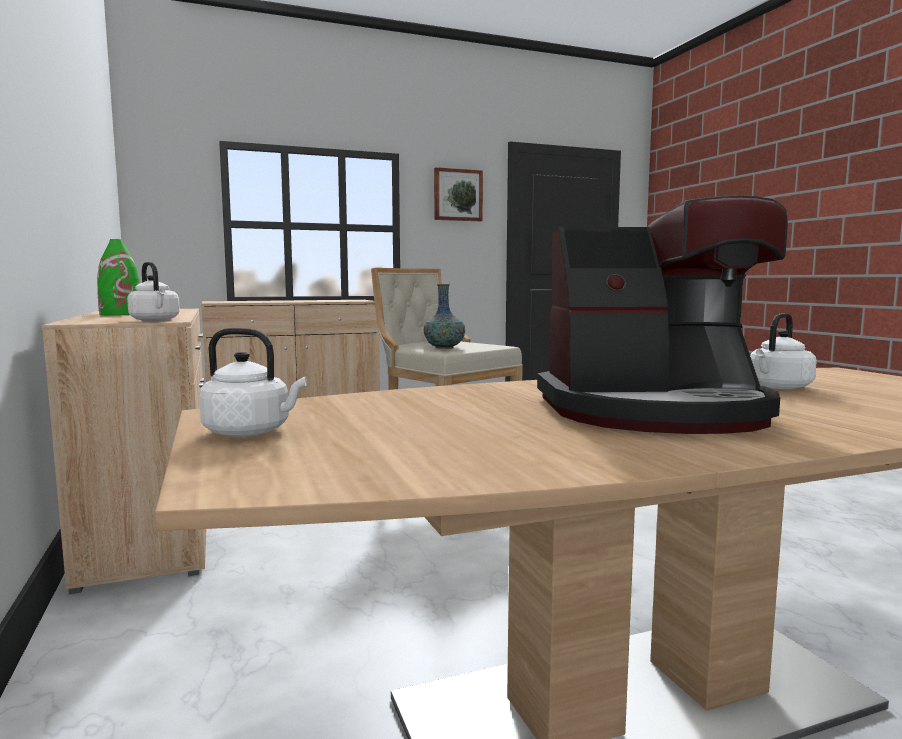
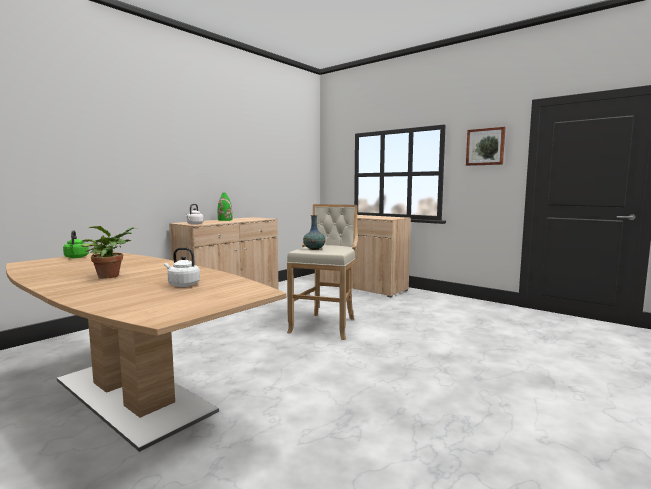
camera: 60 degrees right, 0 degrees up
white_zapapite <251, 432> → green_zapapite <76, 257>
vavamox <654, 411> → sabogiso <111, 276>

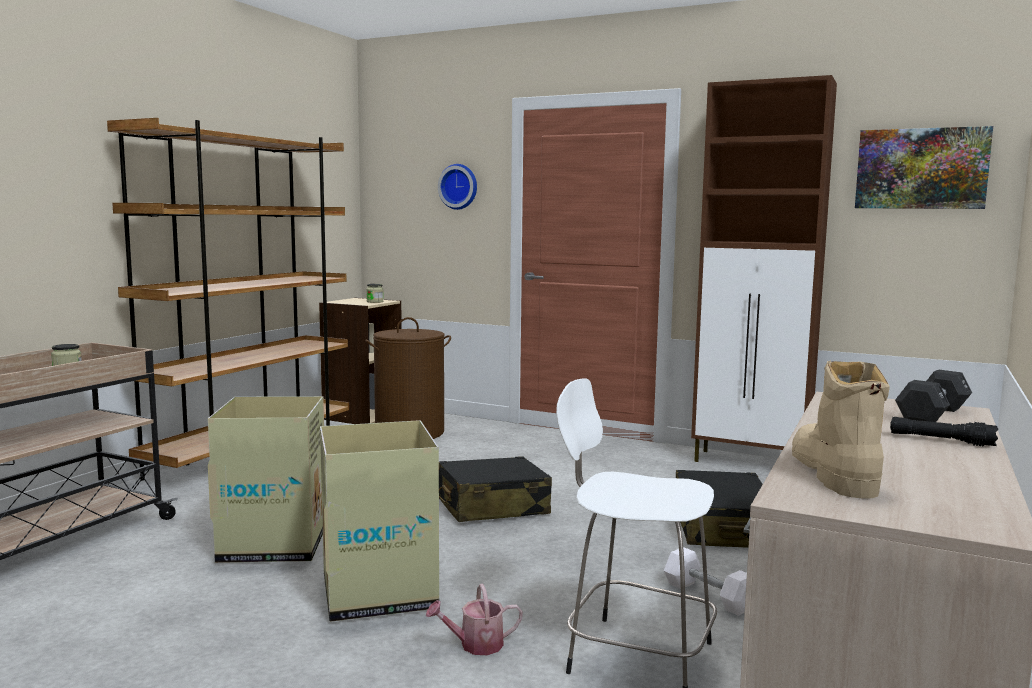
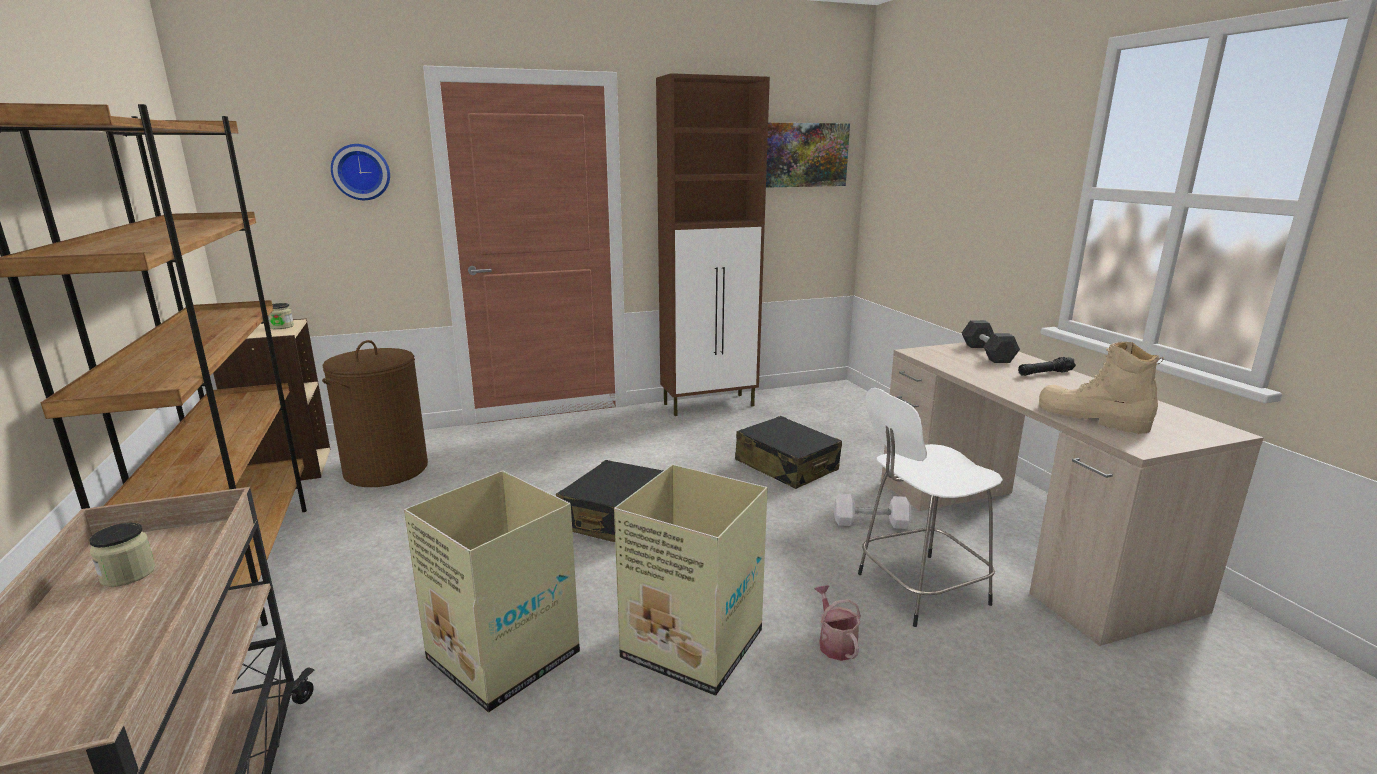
camera: 45 degrees left, 10 degrees up
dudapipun <475, 645> → dudapipun <835, 643>, 135 degrees clockwise

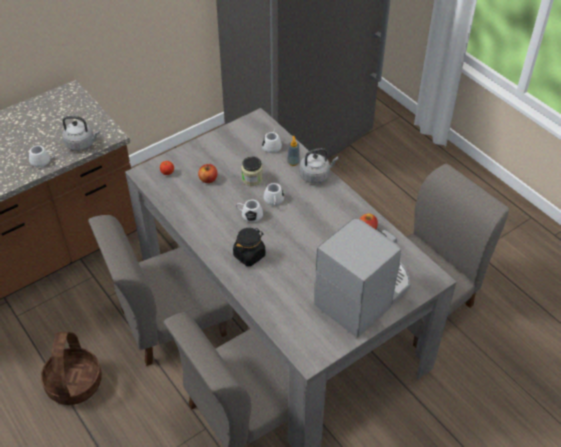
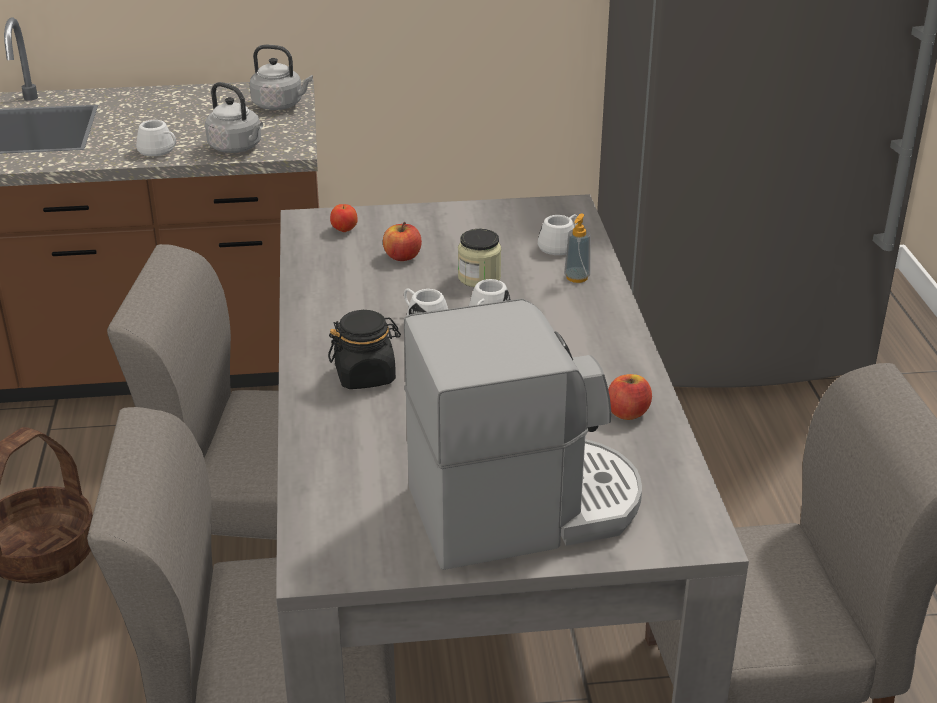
camera: 30 degrees right, 15 degrees down
grey_zapapite <316, 175> → grey_zapapite <280, 105>, relocated

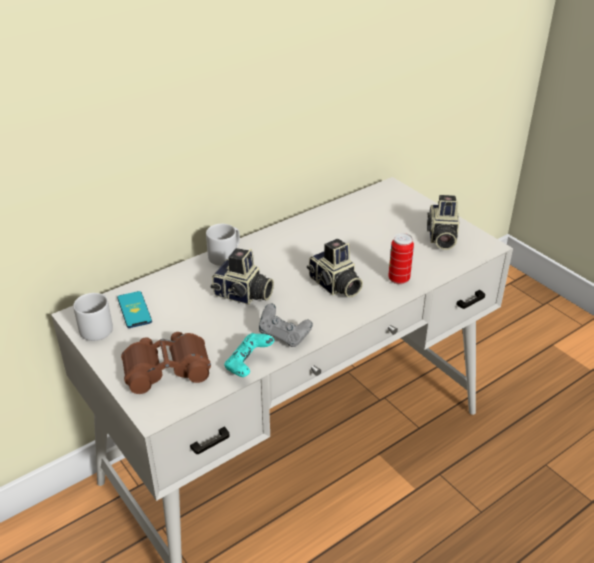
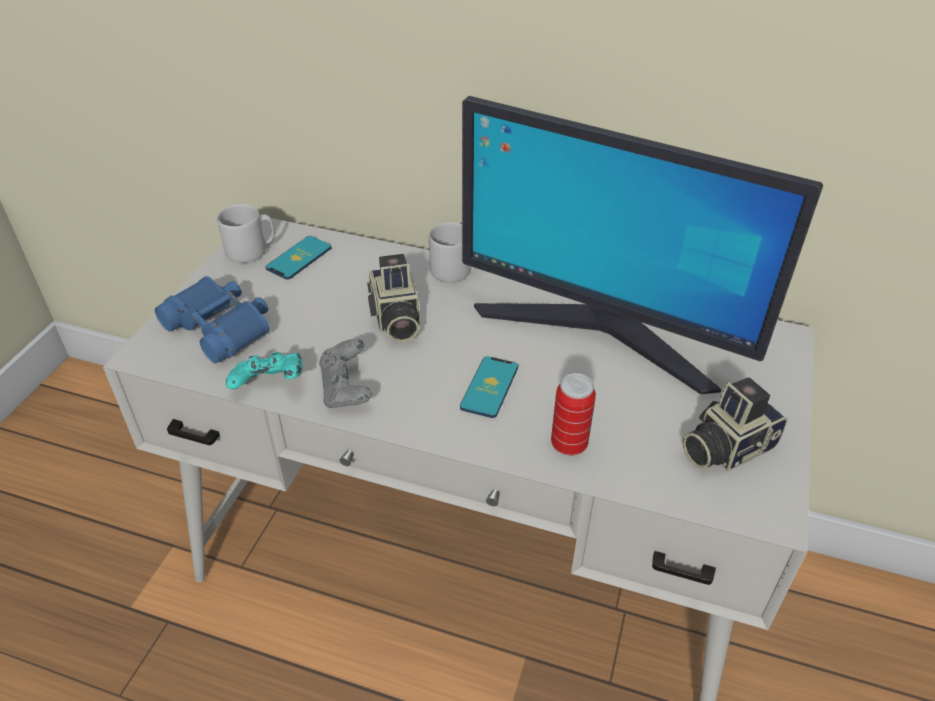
camera: 55 degrees right, 5 degrees up
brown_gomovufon <166, 368> → blue_gomovufon <220, 327>
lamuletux <334, 285> → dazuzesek <489, 387>
- → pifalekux <602, 332>

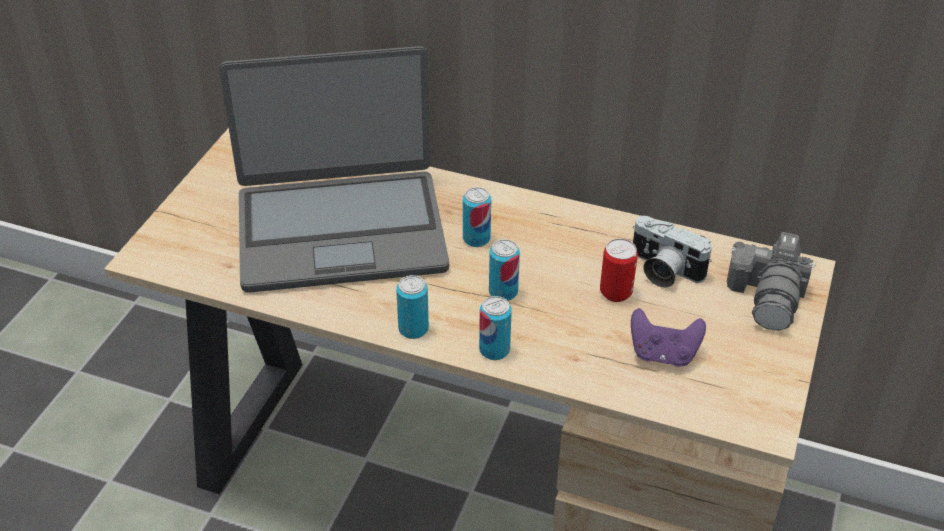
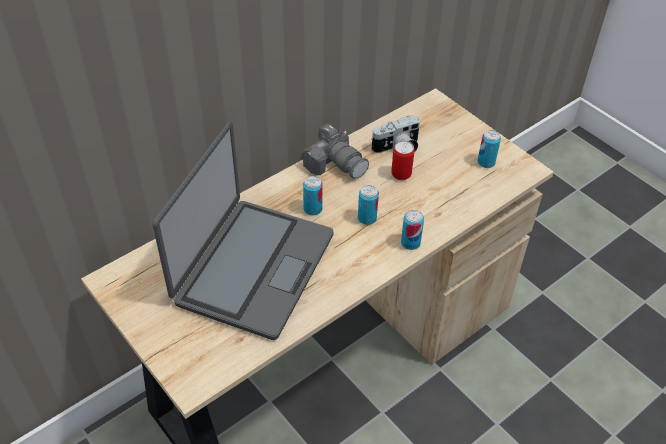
camera: 60 degrees left, 5 degrees up
lamuletux <768, 296> → lamuletux <335, 164>, relocated
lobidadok <413, 329> → lobidadok <486, 162>, relocated
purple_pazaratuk <663, 354> → -

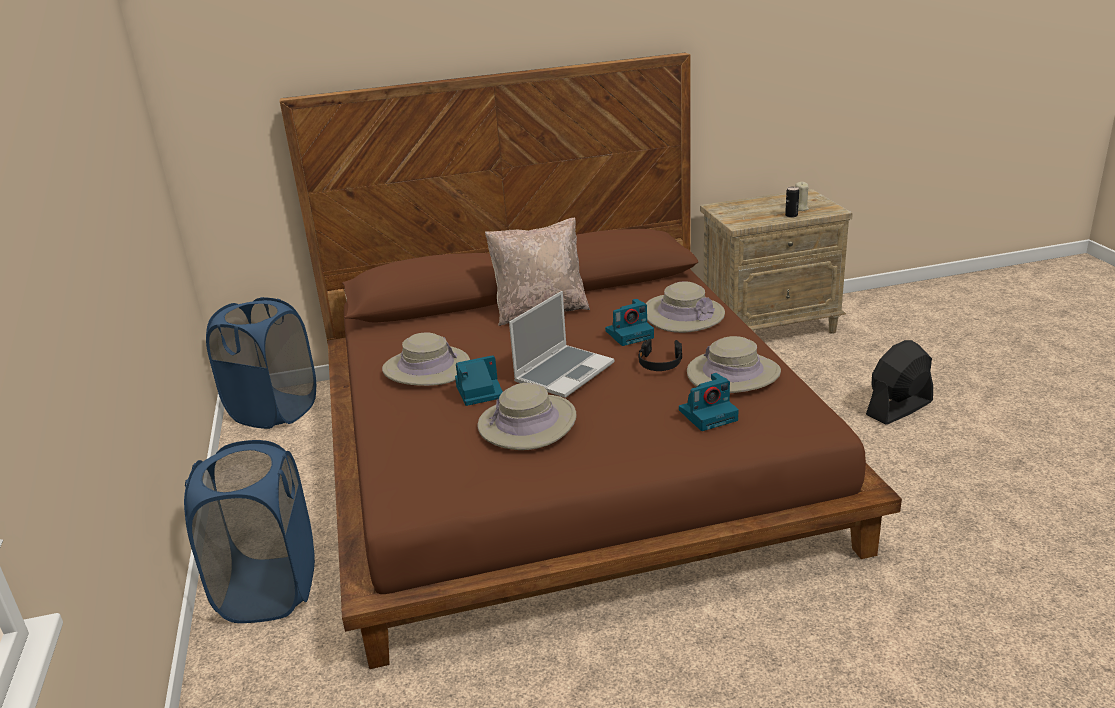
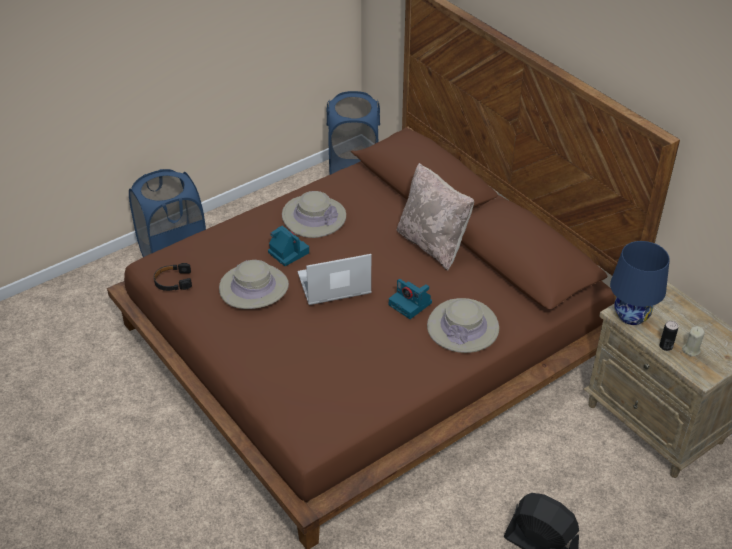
camera: 65 degrees right, 15 degrees up
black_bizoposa <660, 362> → black_bizoposa <173, 281>, relocated
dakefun <564, 372> → dakefun <333, 285>, 150 degrees clockwise
- → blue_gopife <631, 315>
lamuletux <709, 414> → -
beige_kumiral <733, 374> → -

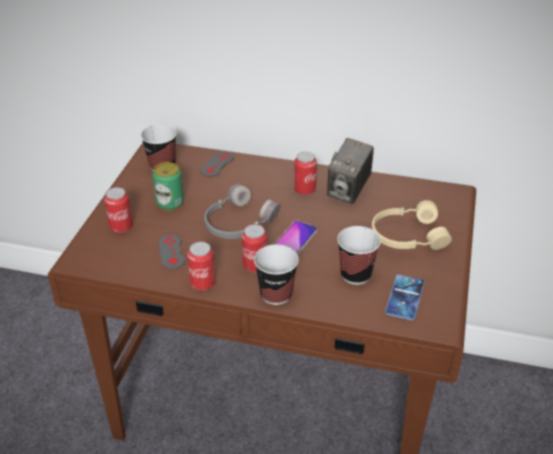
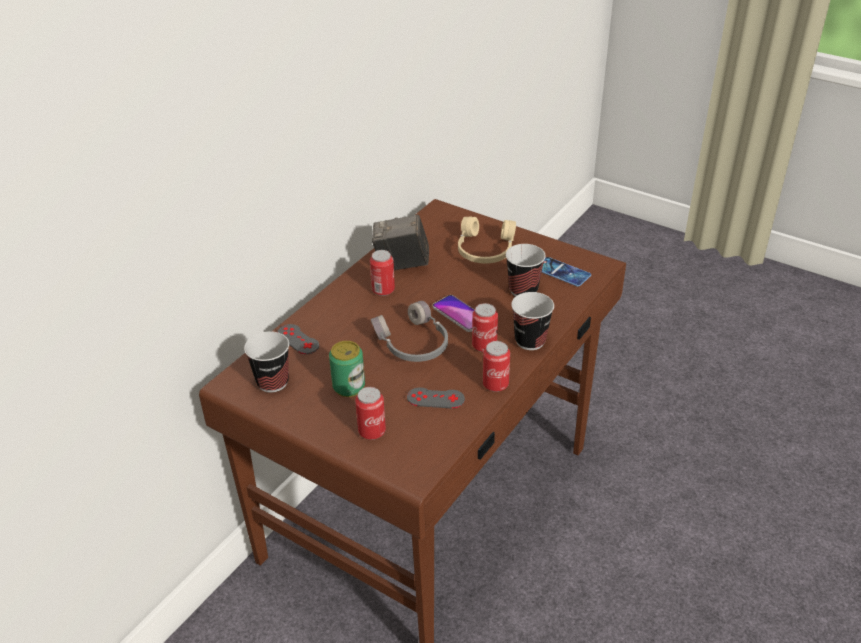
camera: 70 degrees left, 0 degrees up
lamuletux <348, 191> → lamuletux <401, 264>, 135 degrees clockwise

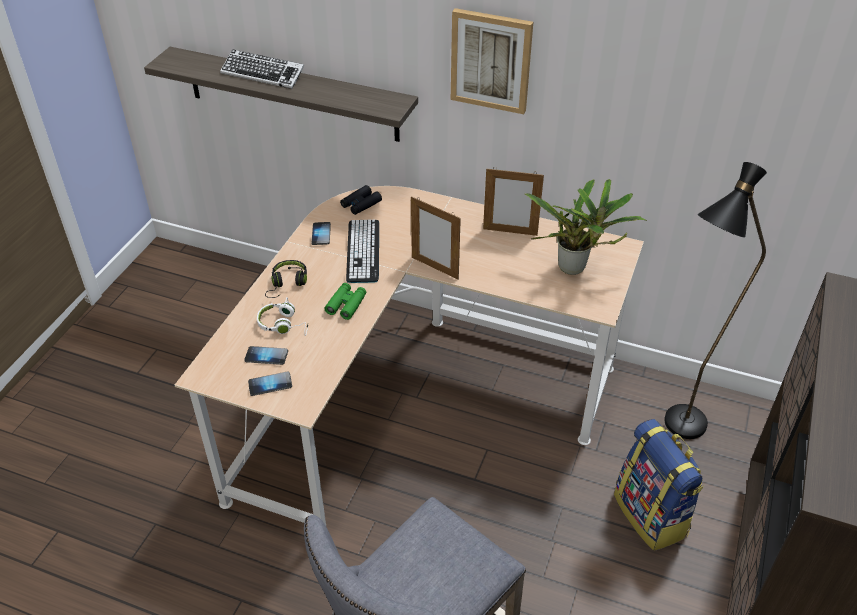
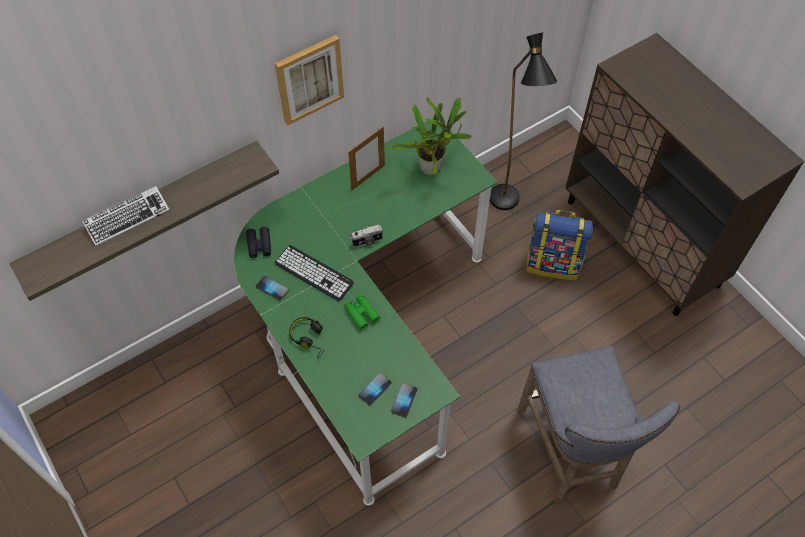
camera: 55 degrees left, 15 degrees up
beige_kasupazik <410, 398> → green_kasupazik <365, 332>
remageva <435, 268> → lamuletux <367, 241>
white_bizoposa <284, 325> → -

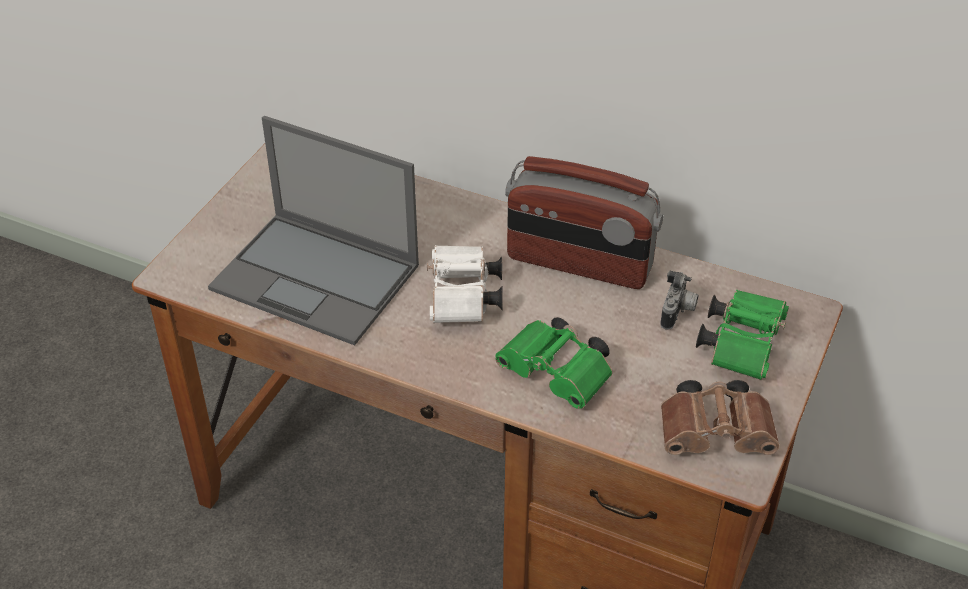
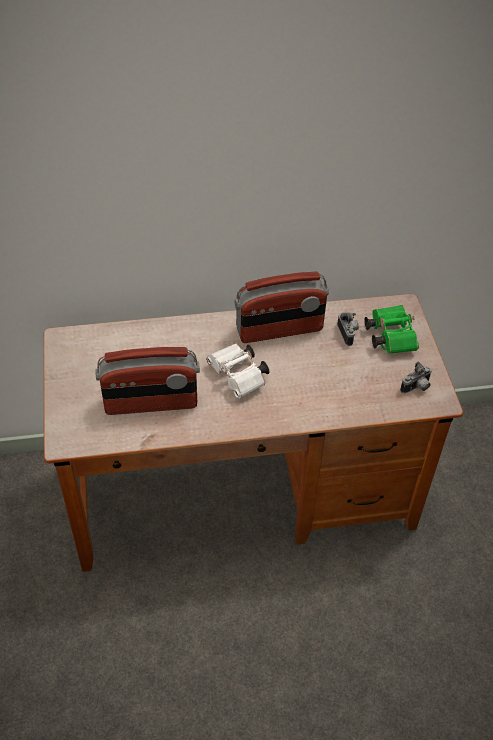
camera: 35 degrees left, 5 degrees up
dakefun <318, 278> → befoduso <151, 403>
brown_gomovufon <718, 435> → lamuletux <416, 388>
green_gomovufon <559, 376> → -

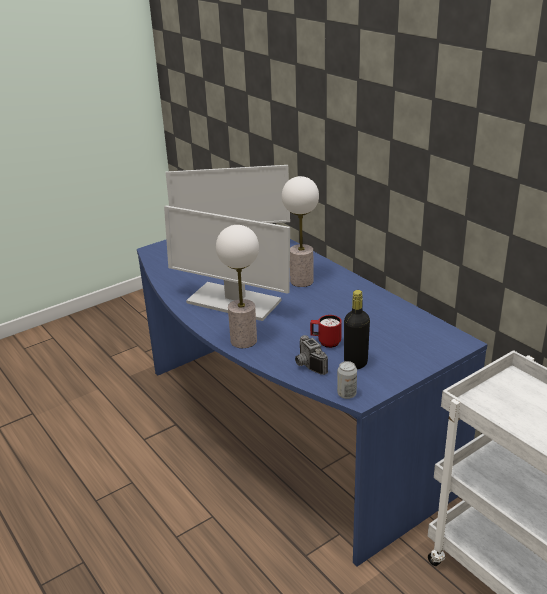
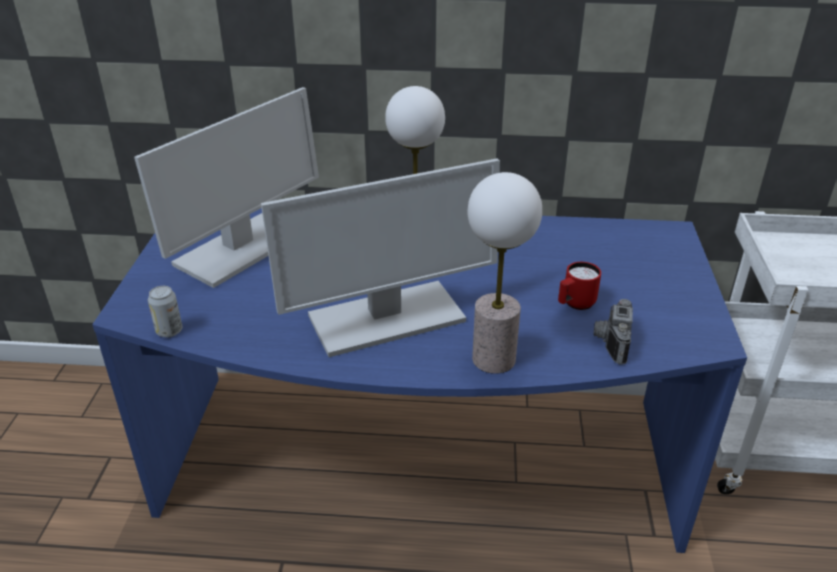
camera: 50 degrees left, 5 degrees up
lobidadok <346, 394> → lobidadok <169, 331>, relocated
lamuletux <307, 365> → lamuletux <609, 342>, 90 degrees clockwise
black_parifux <355, 363> → -

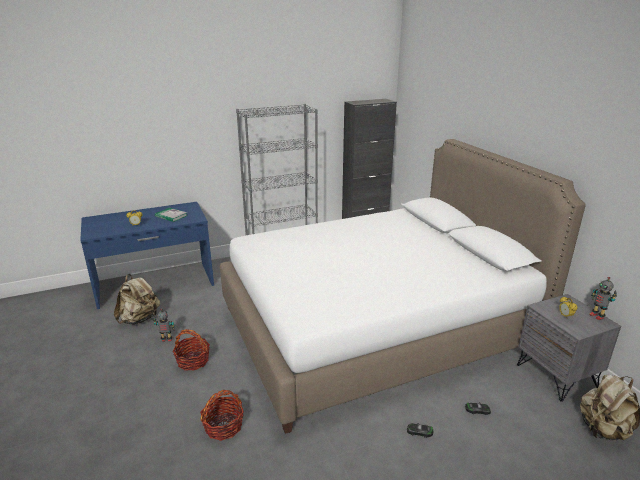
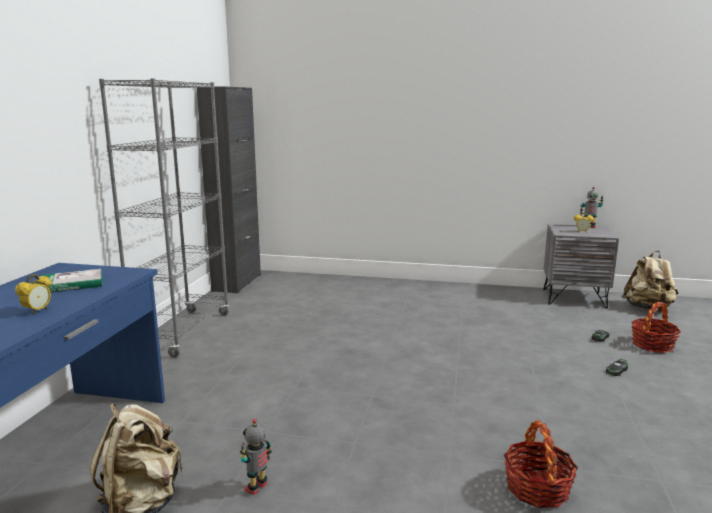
camera: 55 degrees left, 10 degrees down
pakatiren <193, 361> → pakatiren <652, 345>, relocated
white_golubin <375, 326> → -

